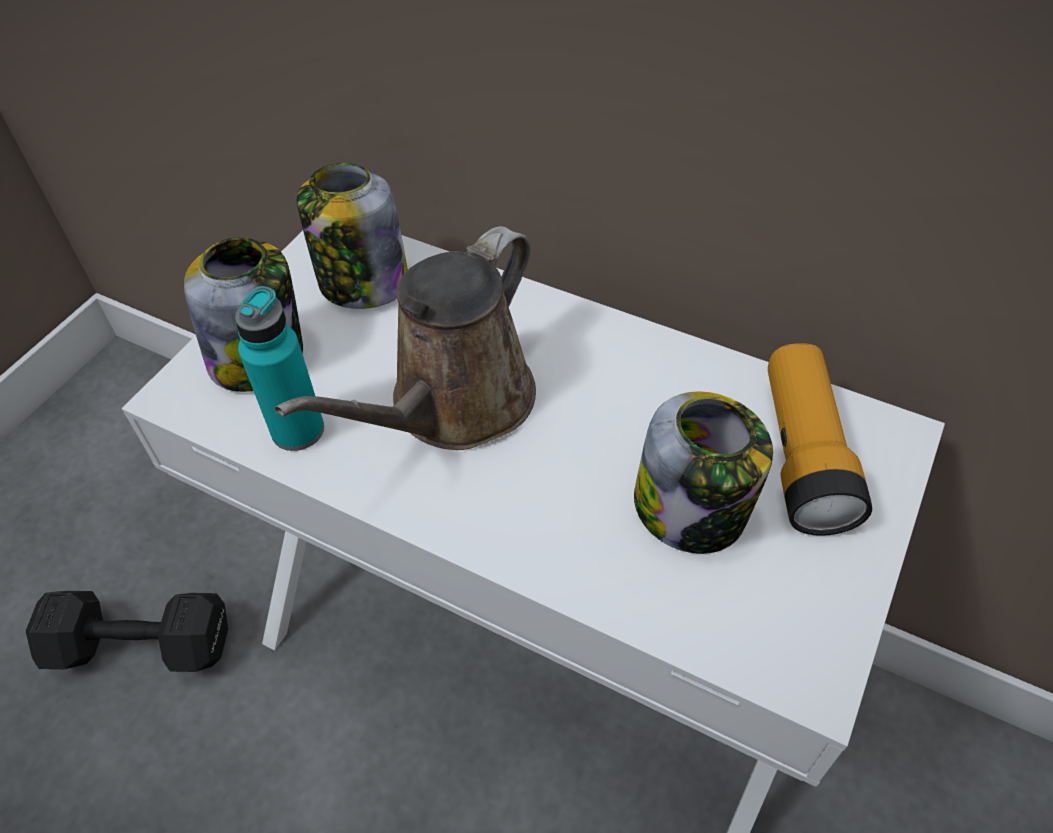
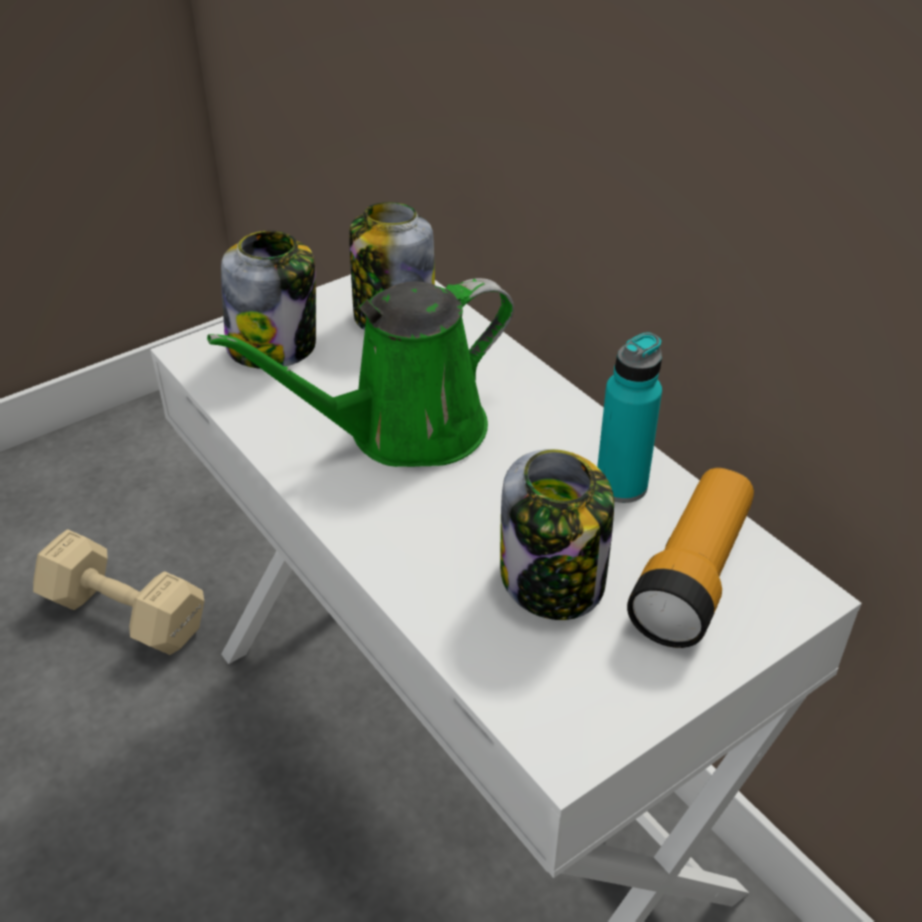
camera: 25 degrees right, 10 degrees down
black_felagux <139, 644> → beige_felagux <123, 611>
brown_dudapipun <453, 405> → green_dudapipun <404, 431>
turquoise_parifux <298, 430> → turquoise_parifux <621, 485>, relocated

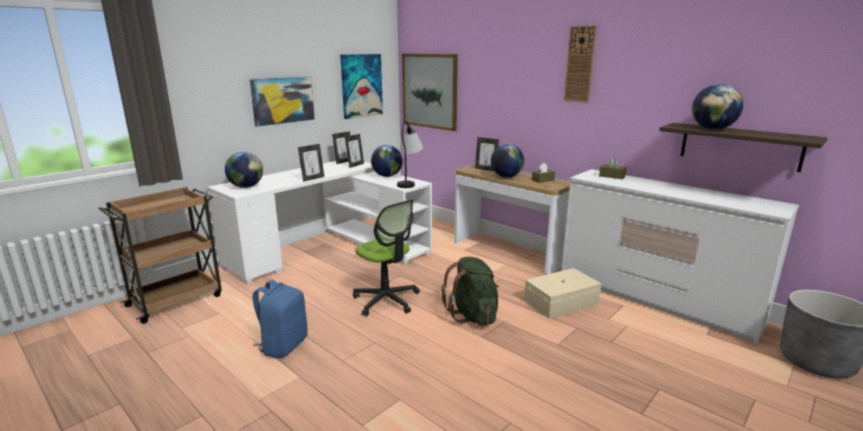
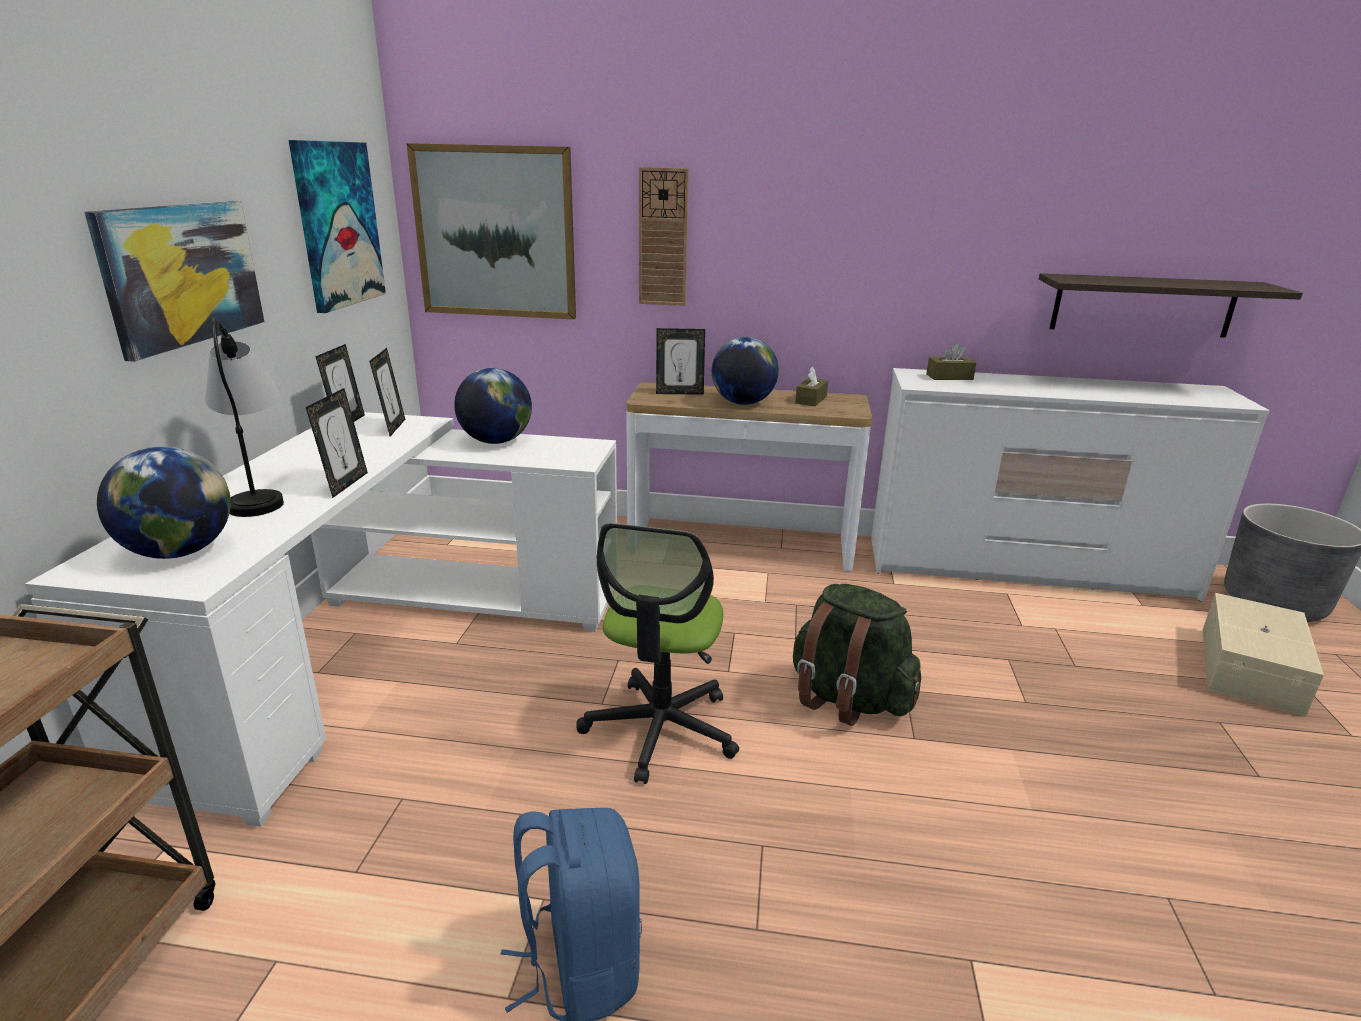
camera: 35 degrees left, 5 degrees up
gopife <409, 182> → gopife <260, 493>, relocated
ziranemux <386, 300> → ziranemux <660, 729>, 90 degrees clockwise
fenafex <580, 64> → fenafex <663, 238>, relocated
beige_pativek <562, 302> → beige_pativek <1252, 669>, relocated
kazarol <712, 129> → -

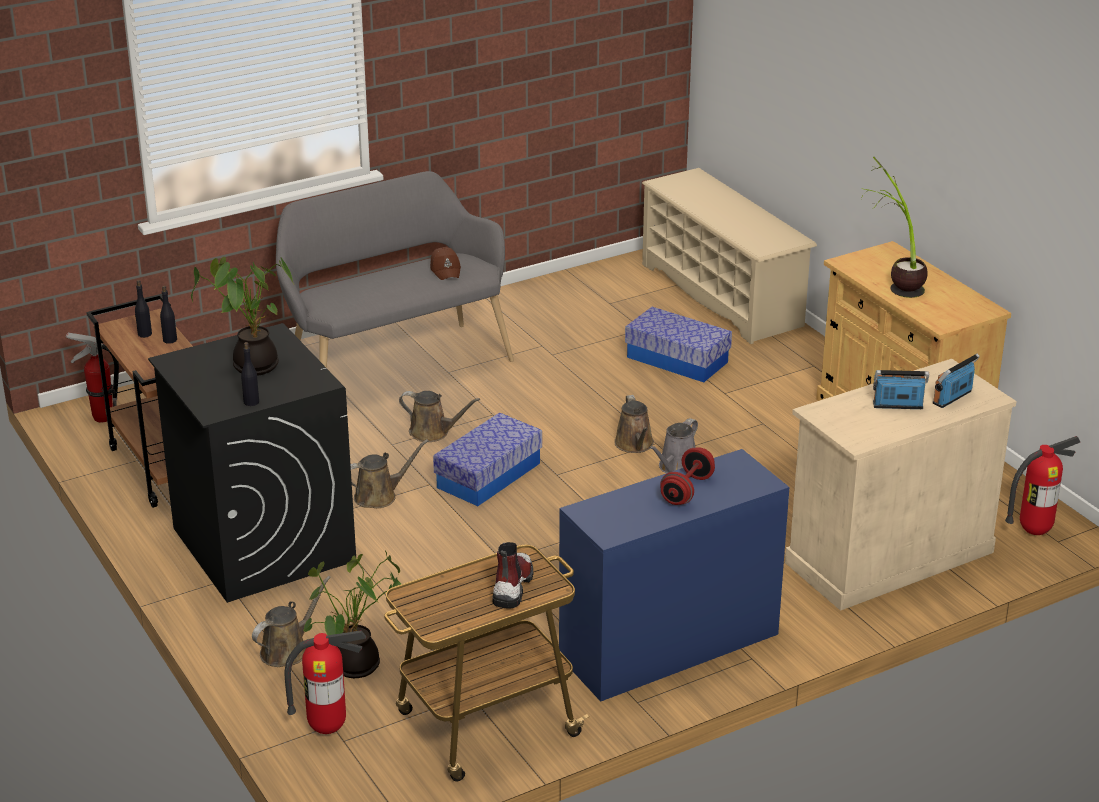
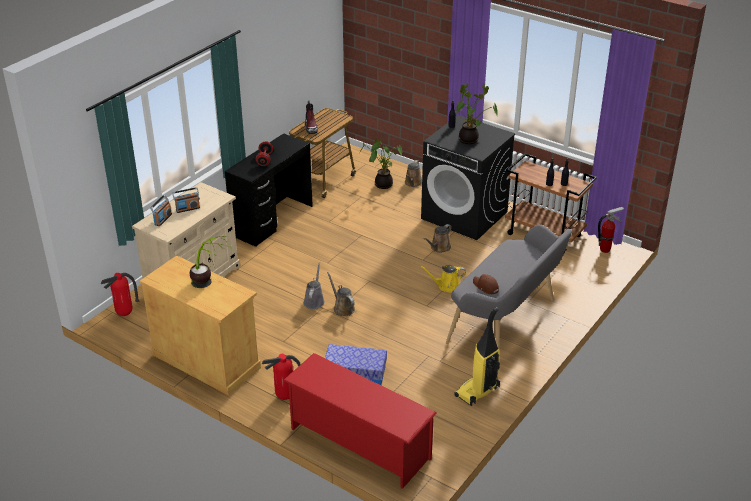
camera: 155 degrees right, 5 degrees up
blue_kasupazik <669, 646> → black_kasupazik <272, 220>
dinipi <328, 728> → dinipi <285, 397>, relocated
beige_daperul <722, 295> → red_daperul <359, 443>
brown_dudapipun <433, 432> → yellow_dudapipun <446, 286>
- → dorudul <477, 392>
pativek <488, 475> → -

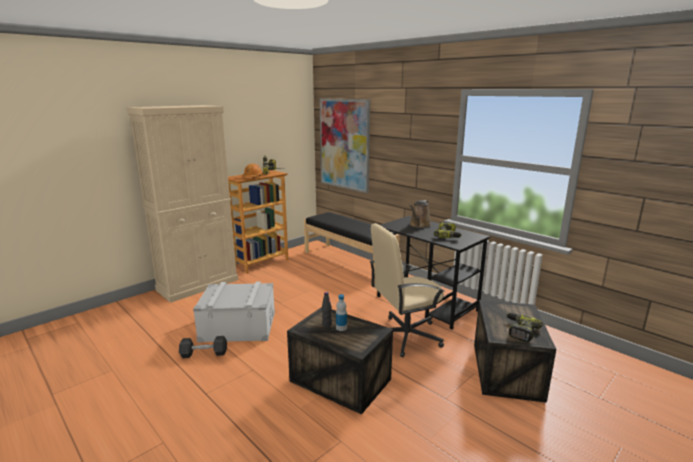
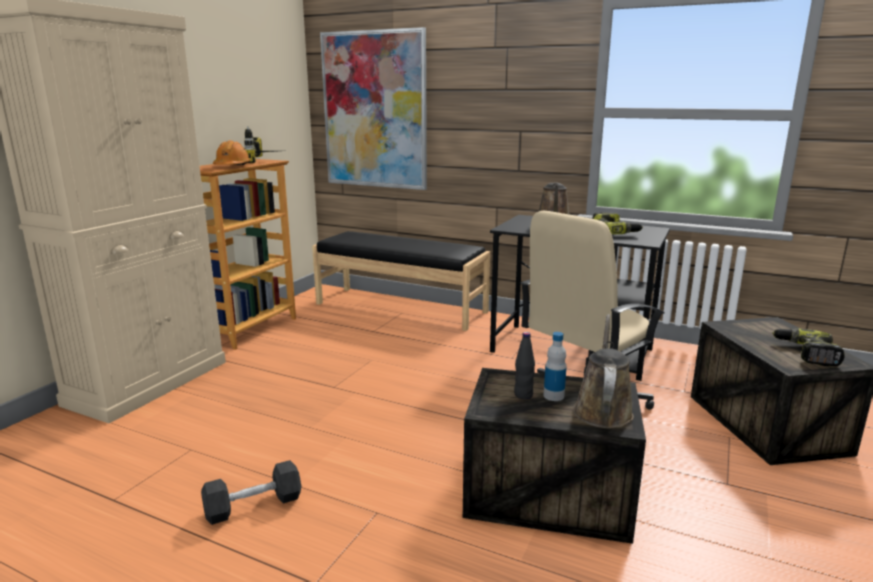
camera: 20 degrees left, 0 degrees up
- → brown_dudapipun <602, 409>
grey_pativek <238, 326> → -

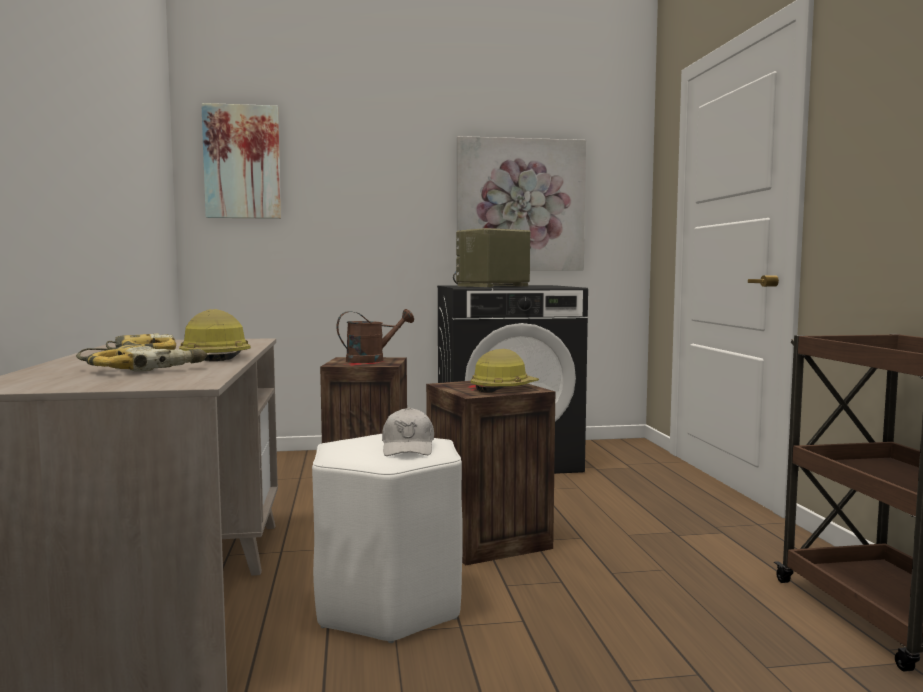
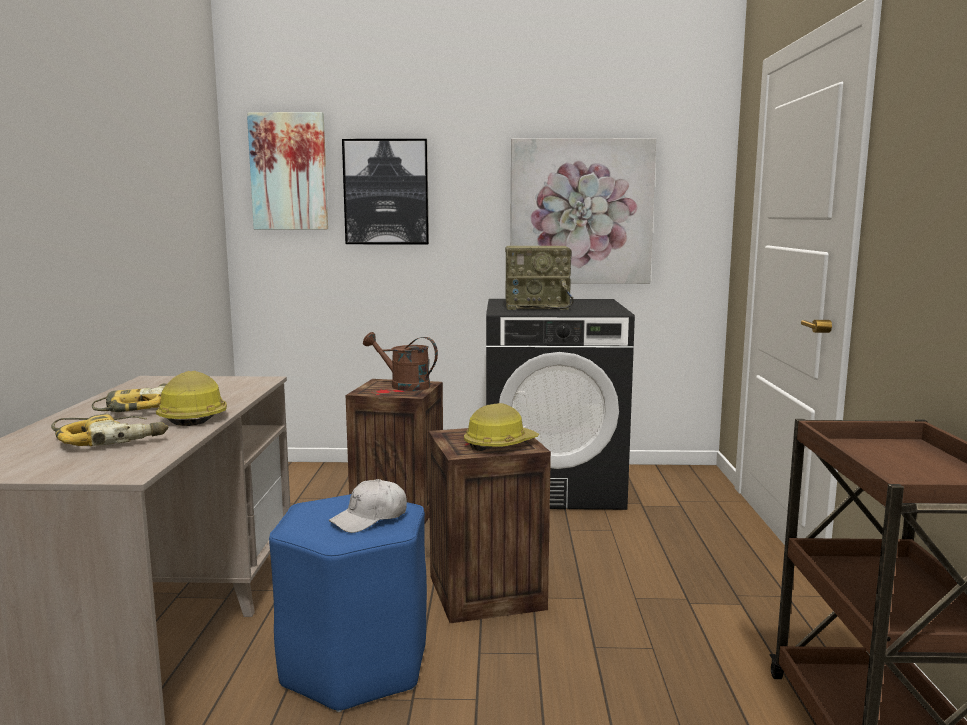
camera: 10 degrees right, 5 degrees up
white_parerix <389, 605> → blue_parerix <355, 665>
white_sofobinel <408, 448> → white_sofobinel <370, 518>, 45 degrees clockwise
- → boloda <386, 192>
brown_dudapipun <372, 360> → brown_dudapipun <403, 386>, 135 degrees counterclockwise
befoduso <492, 286> → befoduso <538, 306>, 150 degrees counterclockwise

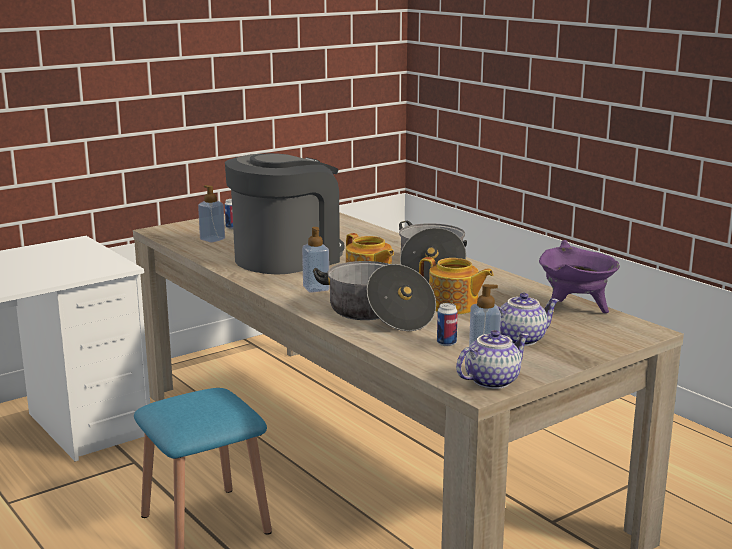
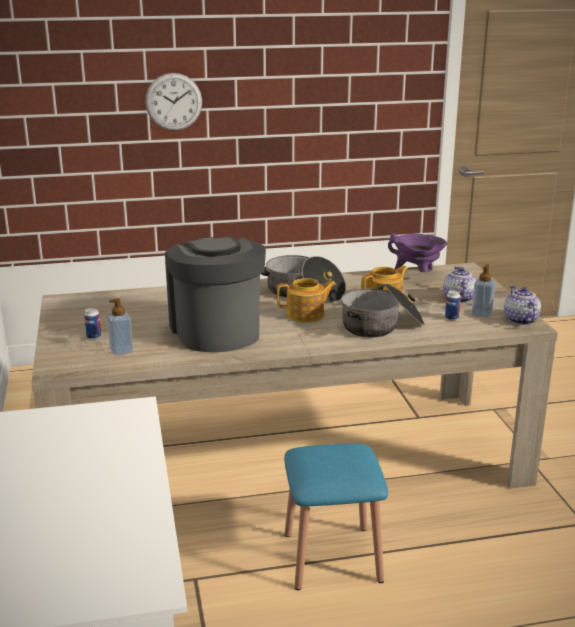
camera: 65 degrees left, 5 degrees up
- → fenafex <173, 102>
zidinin <316, 288> → -

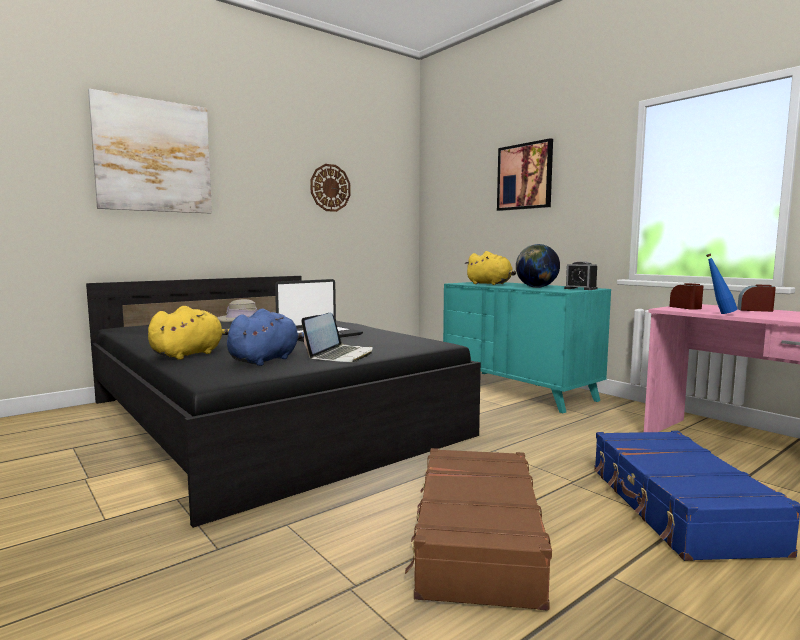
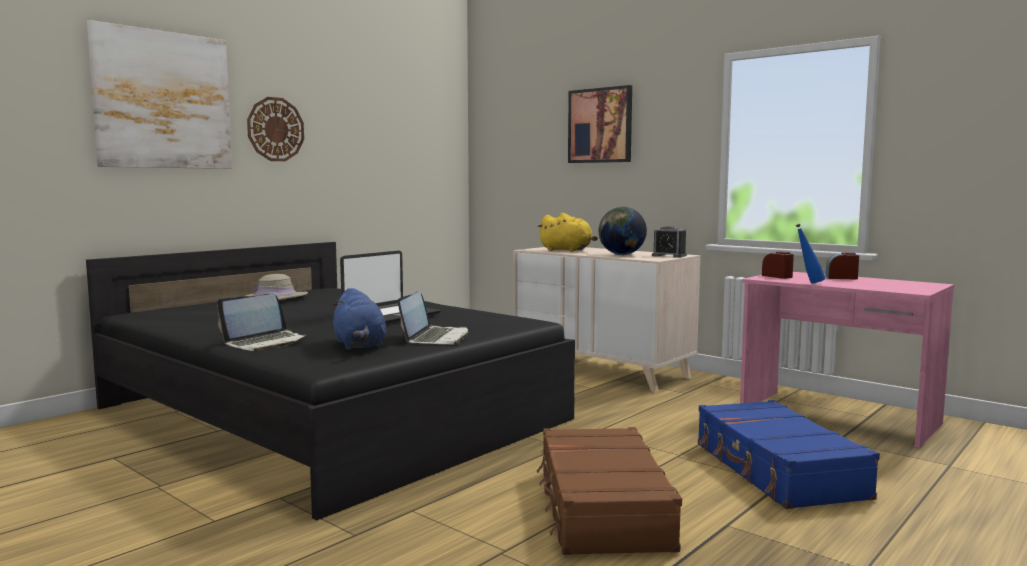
camera: 10 degrees left, 0 degrees up
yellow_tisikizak <190, 354> → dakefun <265, 343>
fenafex <330, 188> → fenafex <275, 129>, relocated
blue_tisikizak <266, 360> → blue_tisikizak <359, 345>, 135 degrees clockwise
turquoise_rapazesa <518, 390> → beige_rapazesa <602, 370>

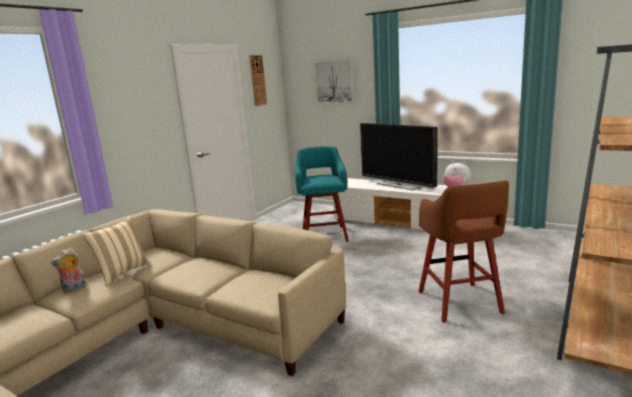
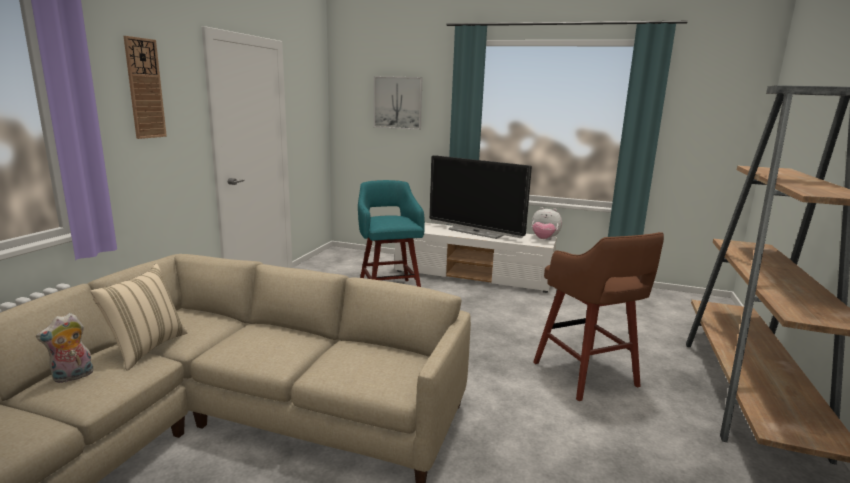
camera: 15 degrees left, 0 degrees up
fenafex <258, 80> → fenafex <145, 89>, relocated

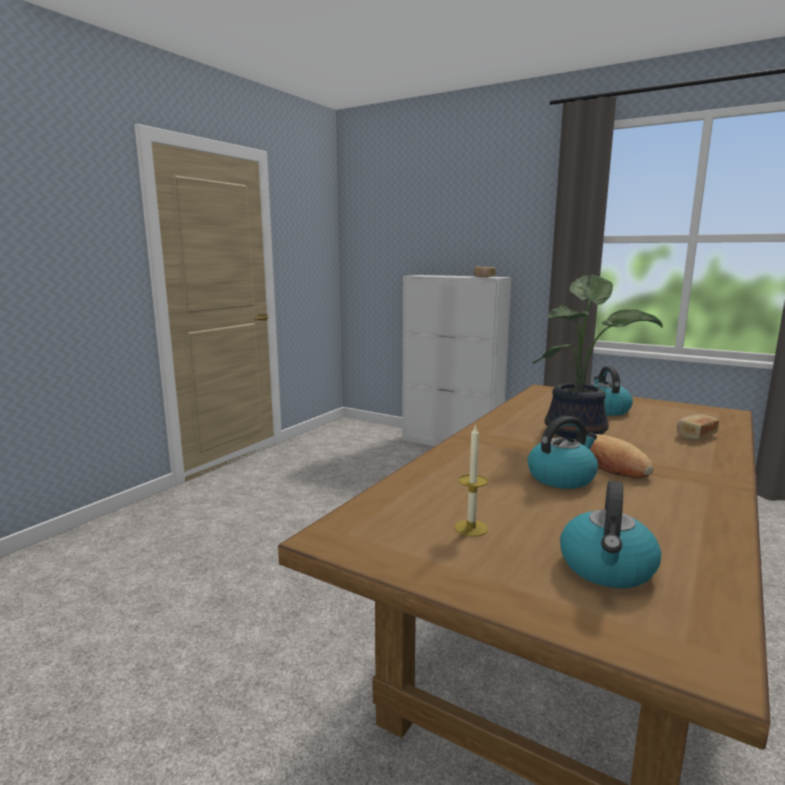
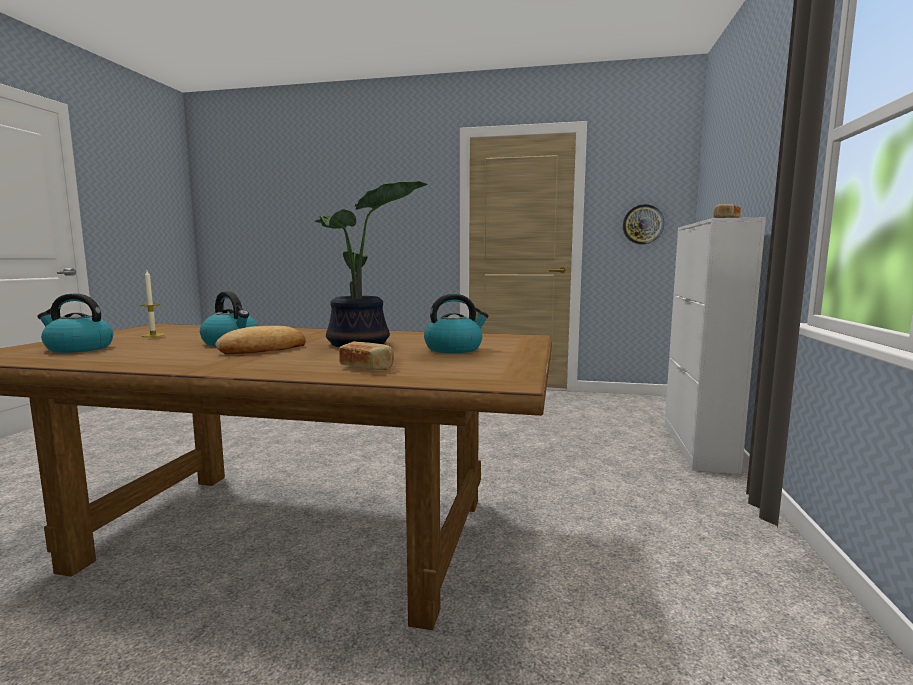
camera: 70 degrees right, 5 degrees down
- → fenafex <643, 224>

